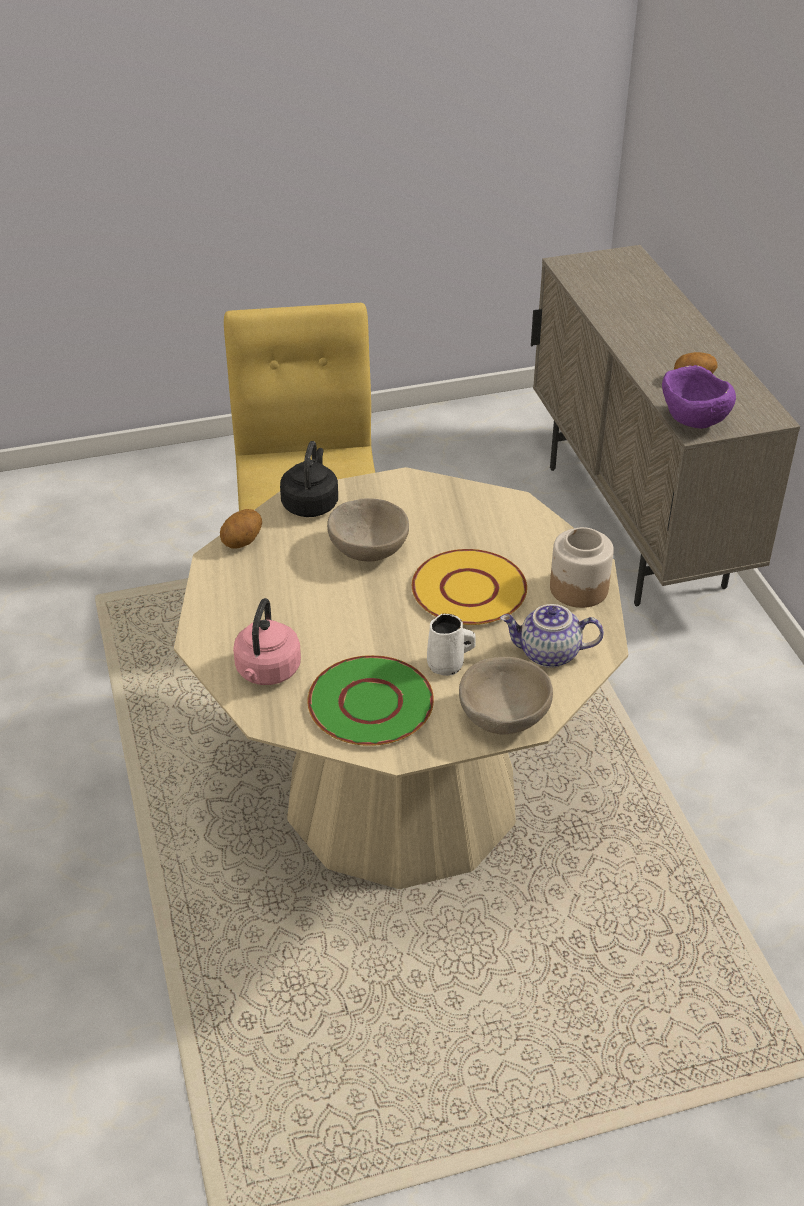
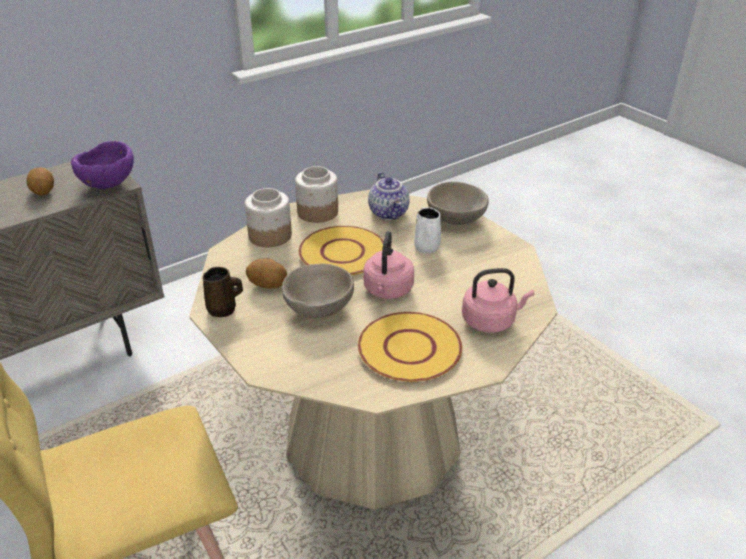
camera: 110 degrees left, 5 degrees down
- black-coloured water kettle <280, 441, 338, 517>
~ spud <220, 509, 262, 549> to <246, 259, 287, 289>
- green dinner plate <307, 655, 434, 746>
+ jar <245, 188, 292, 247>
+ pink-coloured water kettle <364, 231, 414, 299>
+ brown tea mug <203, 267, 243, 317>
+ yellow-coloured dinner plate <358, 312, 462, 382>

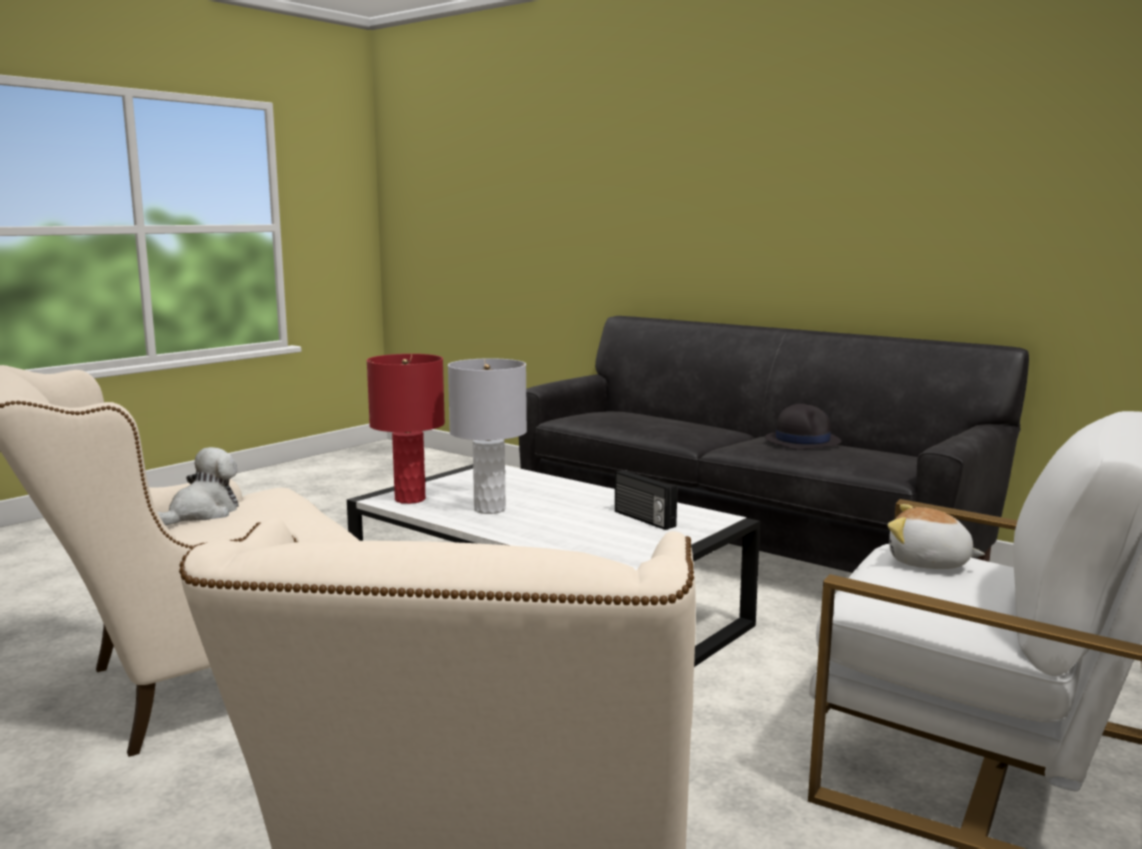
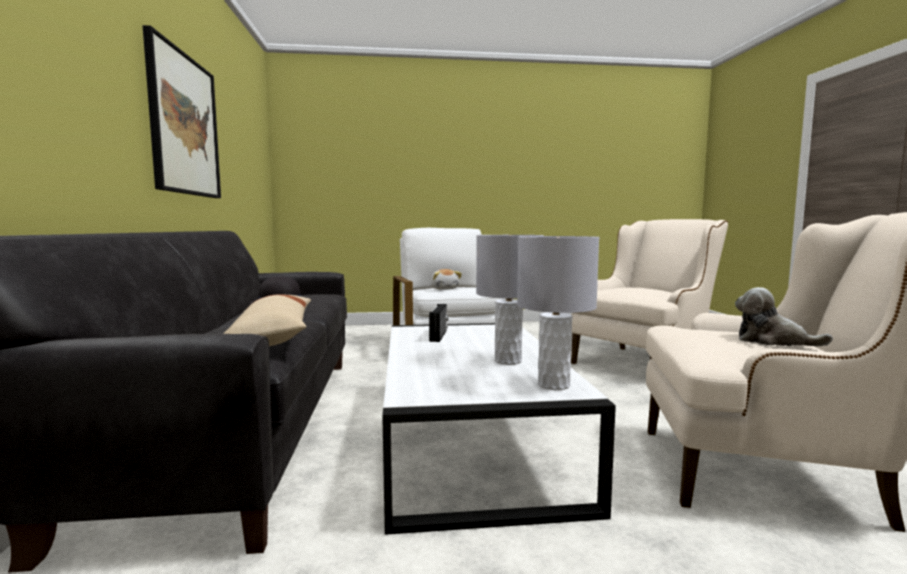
camera: 135 degrees left, 5 degrees down
~ reddish lamp for a table <367, 354, 445, 504> to grey lamp for a table <517, 236, 599, 390>
~ cuddly toy <157, 447, 238, 525> = <735, 287, 833, 346> 45 degrees clockwise
+ wall picture <142, 25, 221, 198>
+ sand-coloured throw pillow <223, 294, 311, 346>

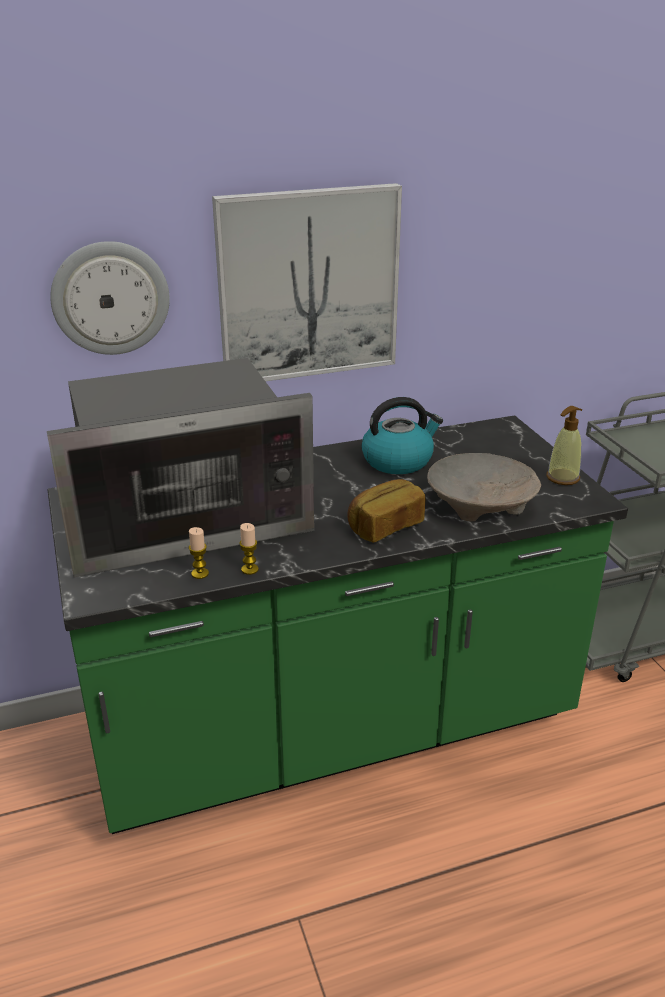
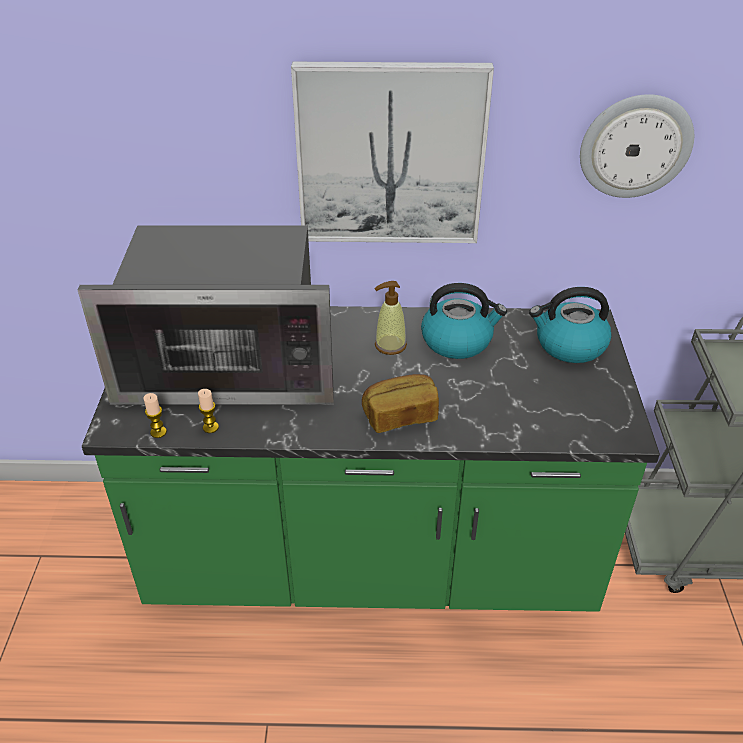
camera: 20 degrees right, 10 degrees up
~ hanging clock <50, 241, 170, 355> to <580, 94, 694, 198>
~ soap dispenser <546, 406, 582, 485> to <374, 281, 407, 355>
- sand-coloured bowl <427, 453, 541, 522>
~ wax candle <239, 523, 259, 575> to <143, 393, 167, 438>
+ water kettle <529, 287, 612, 363>

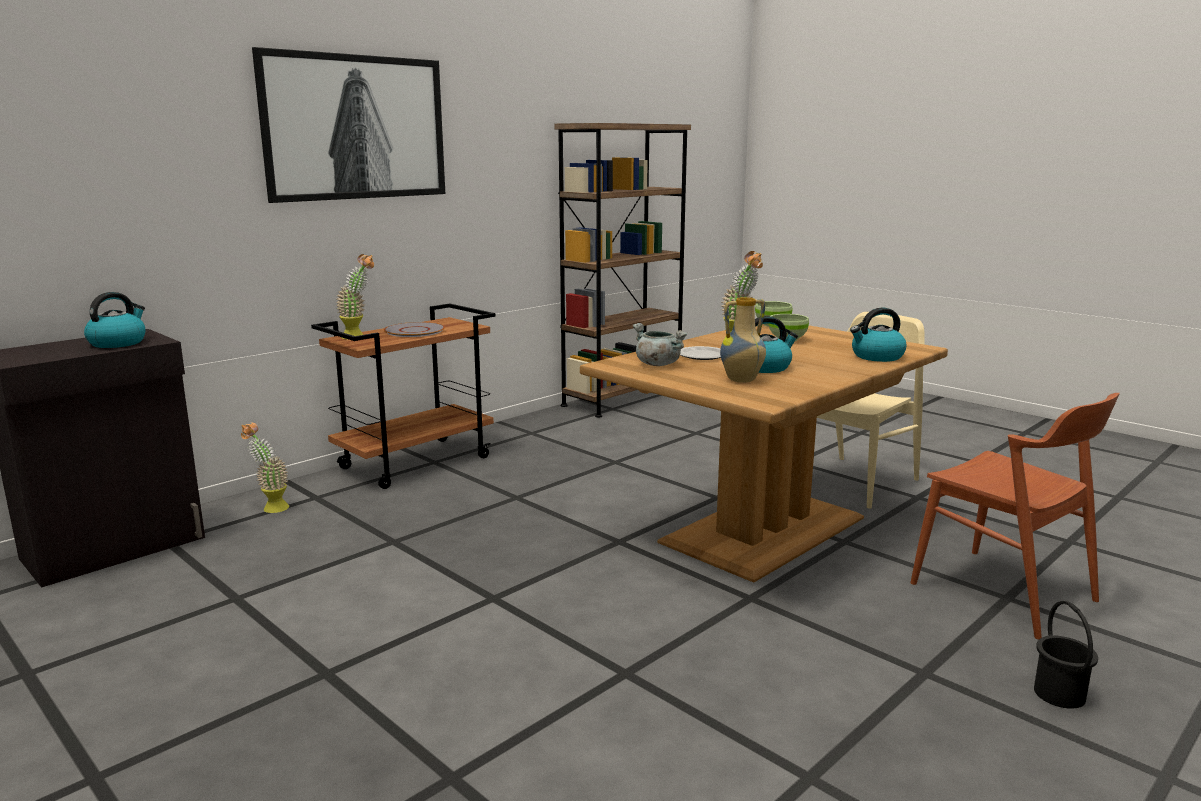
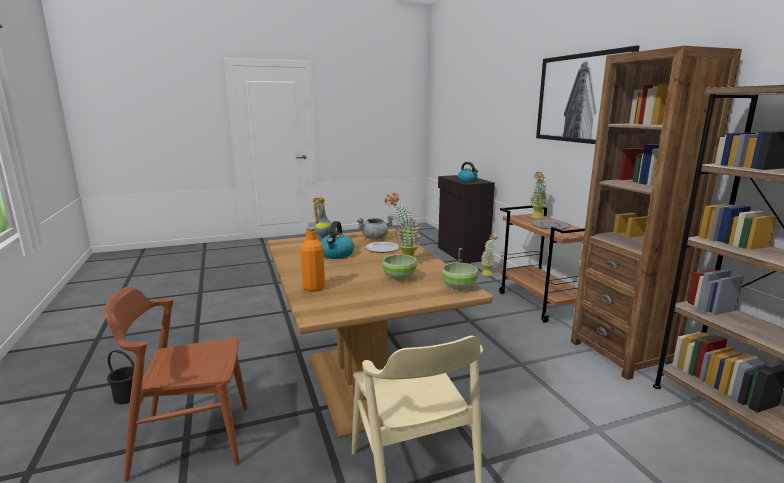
camera: 115 degrees right, 0 degrees up
~ water kettle <850, 308, 906, 362> to orange-coloured beverage bottle <300, 227, 325, 292>
+ brown bookshelf <571, 46, 742, 380>

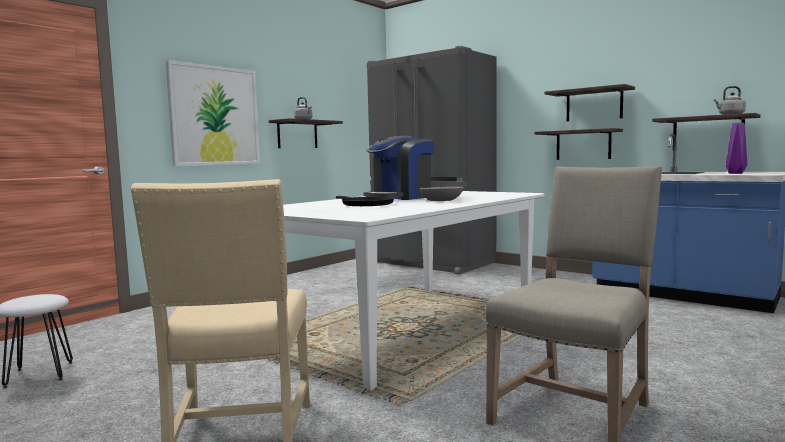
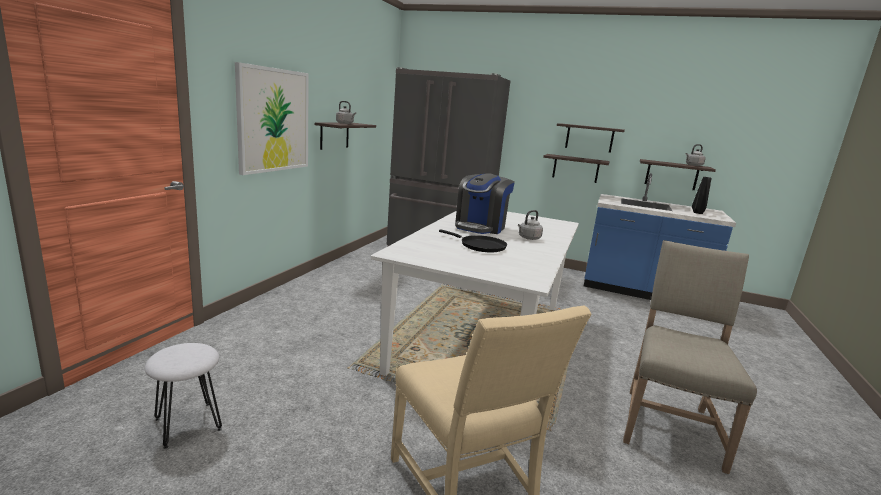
camera: 20 degrees left, 10 degrees up
~ purple-coloured vase <726, 123, 747, 174> to black-coloured vase <692, 177, 711, 214>
~ grey bowl <420, 187, 464, 201> to grey water kettle <518, 210, 543, 240>

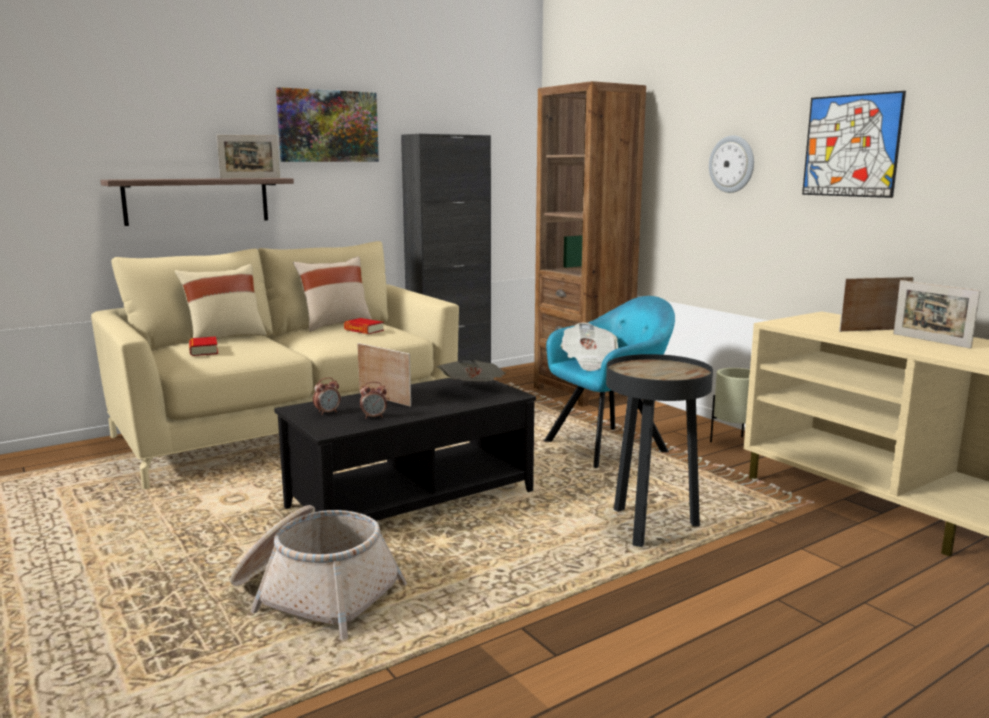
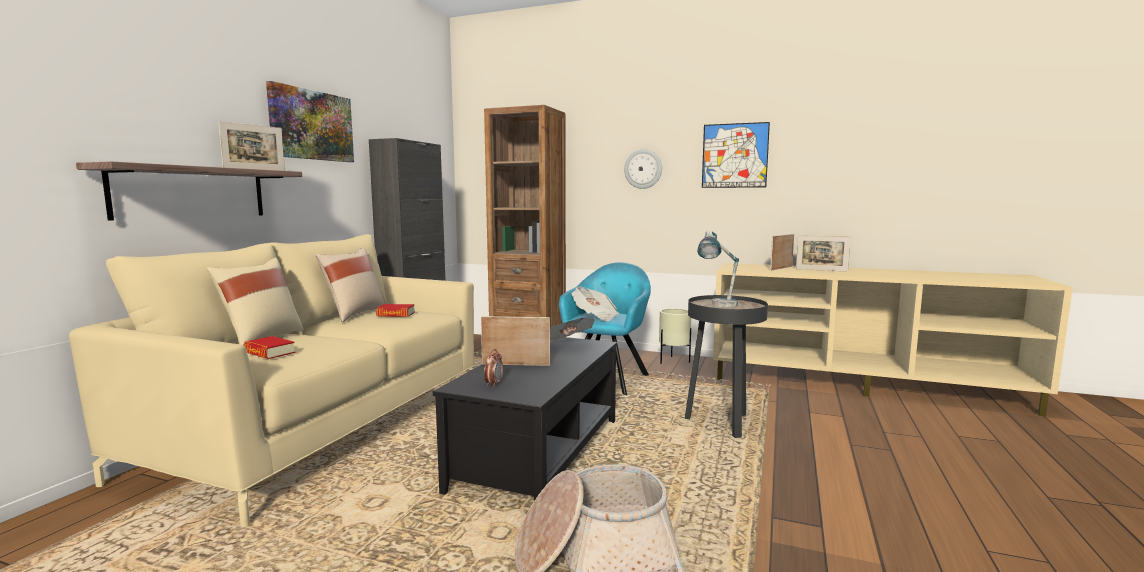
camera: 35 degrees left, 5 degrees down
- table clock <360, 382, 387, 419>
+ lamp for a table <697, 230, 739, 307>

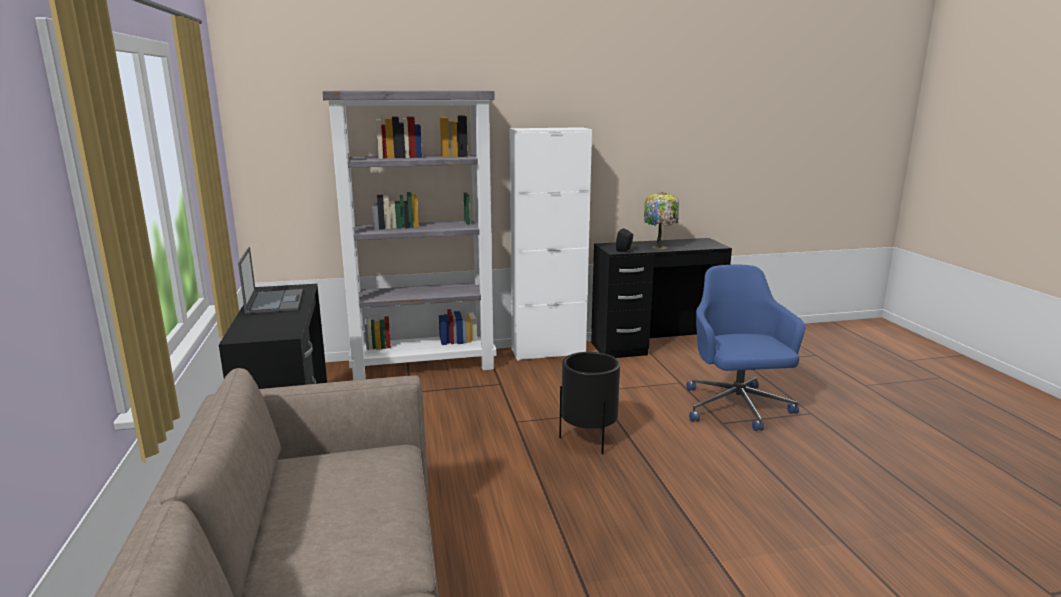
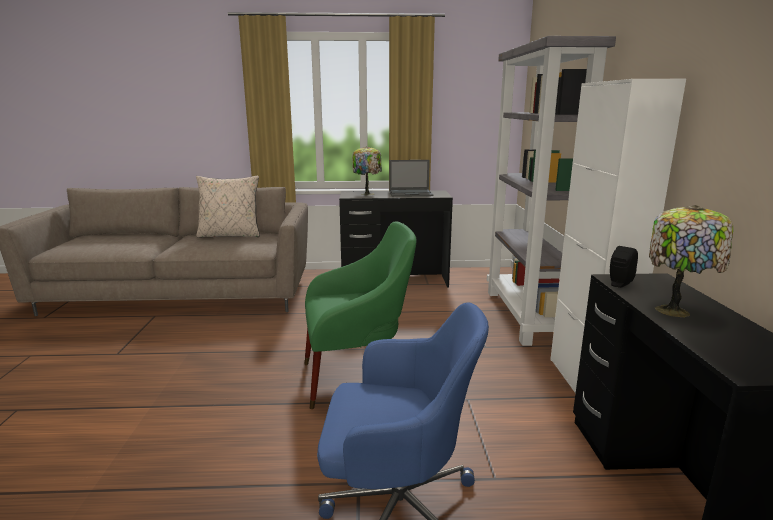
camera: 100 degrees right, 0 degrees up
~ black-coloured plant pot <559, 352, 620, 454> to green lounge chair <304, 221, 416, 409>
+ lamp for a table <352, 146, 382, 196>
+ sand-coloured throw pillow <196, 176, 260, 238>

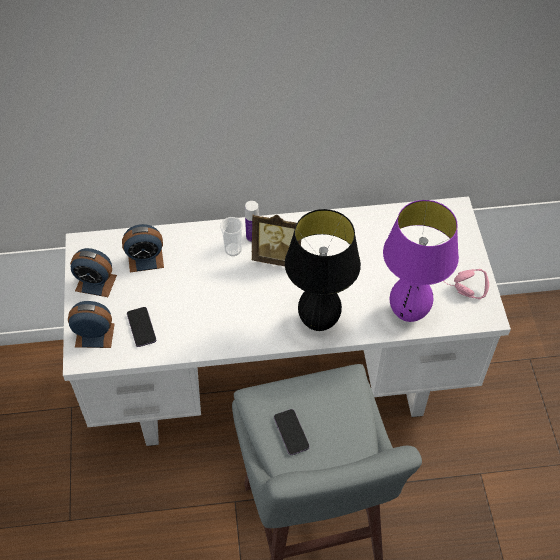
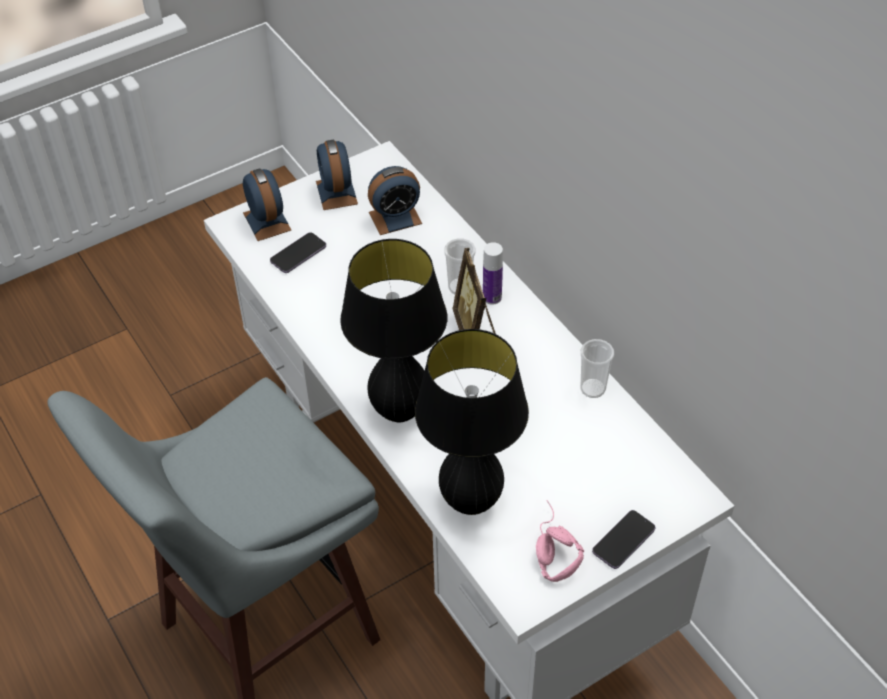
camera: 65 degrees right, 5 degrees down
~ purple-coloured lamp for a table <383, 200, 459, 322> to black-coloured lamp for a table <415, 329, 529, 515>
~ table clock <122, 224, 164, 273> = <368, 166, 422, 235> 75 degrees counterclockwise
~ handset <274, 409, 310, 455> to <592, 510, 655, 569>
+ drinking cup <580, 339, 614, 398>

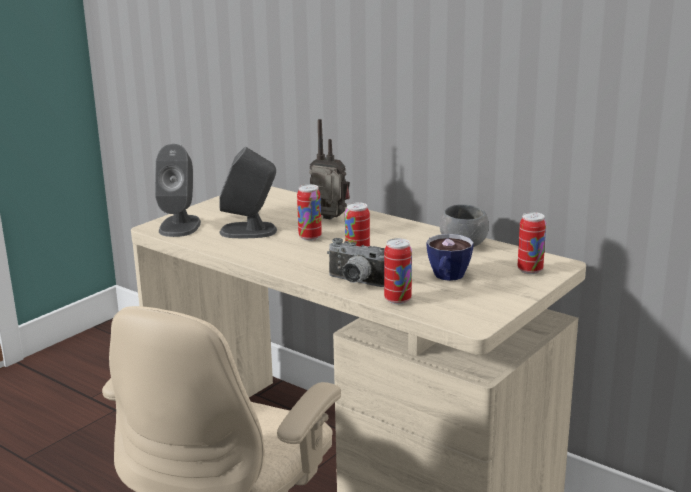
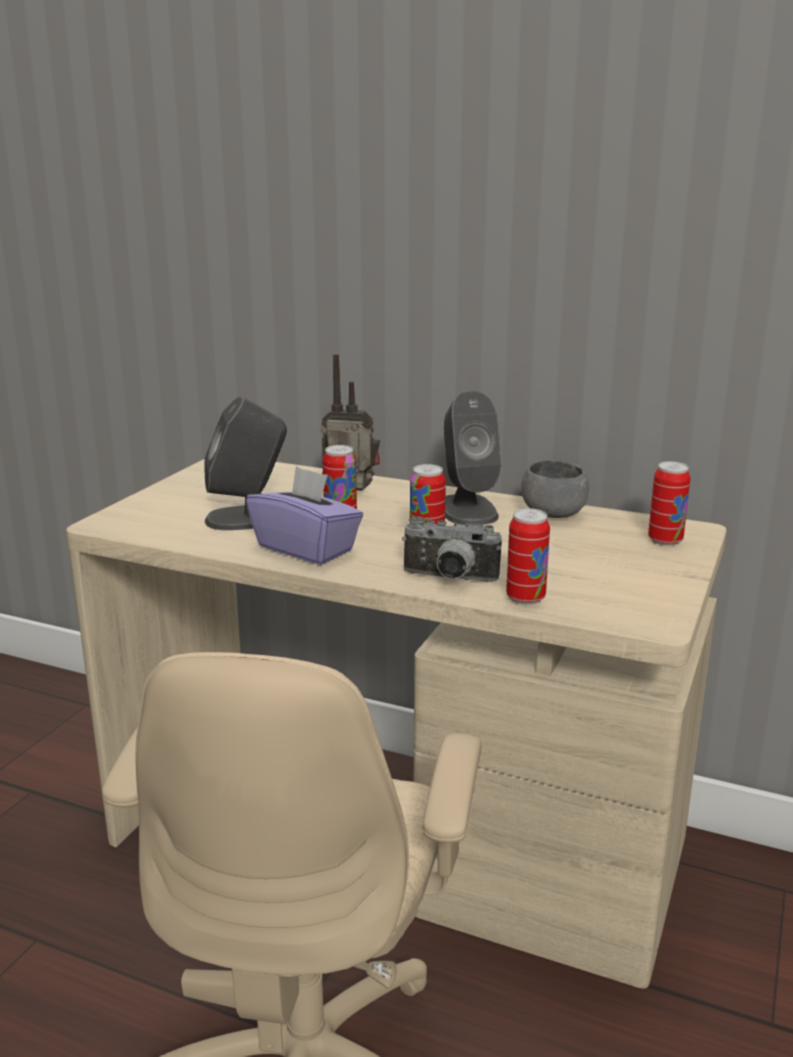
camera: 15 degrees left, 0 degrees up
~ grey speaker <155, 144, 201, 237> to <444, 391, 502, 525>
- drinking cup <426, 234, 474, 281>
+ purple-coloured tissue holder <246, 466, 363, 565>

